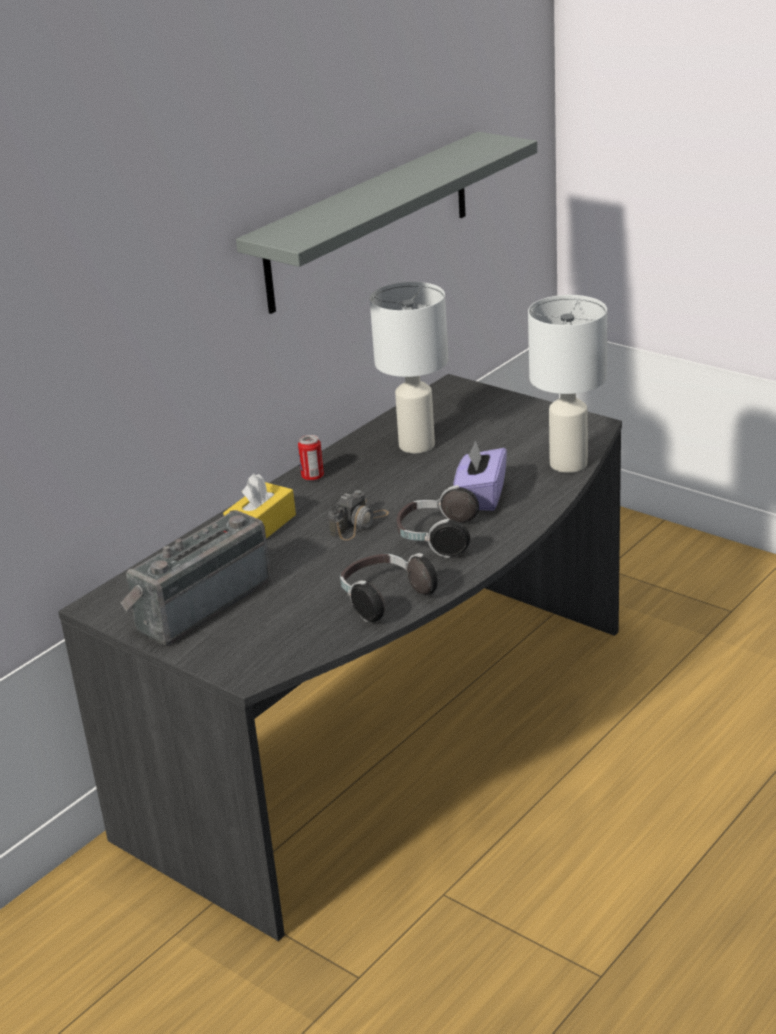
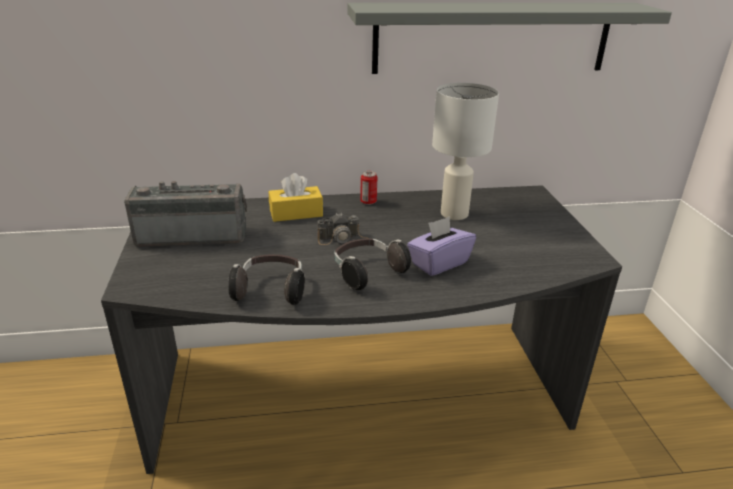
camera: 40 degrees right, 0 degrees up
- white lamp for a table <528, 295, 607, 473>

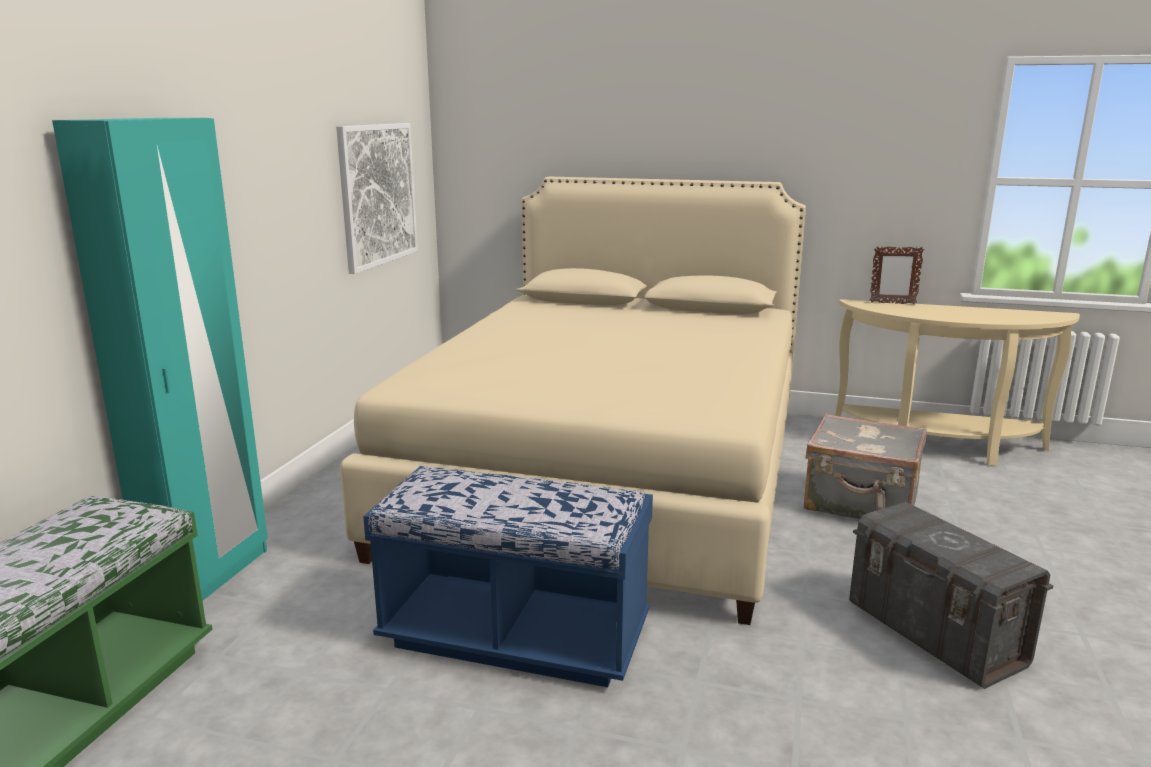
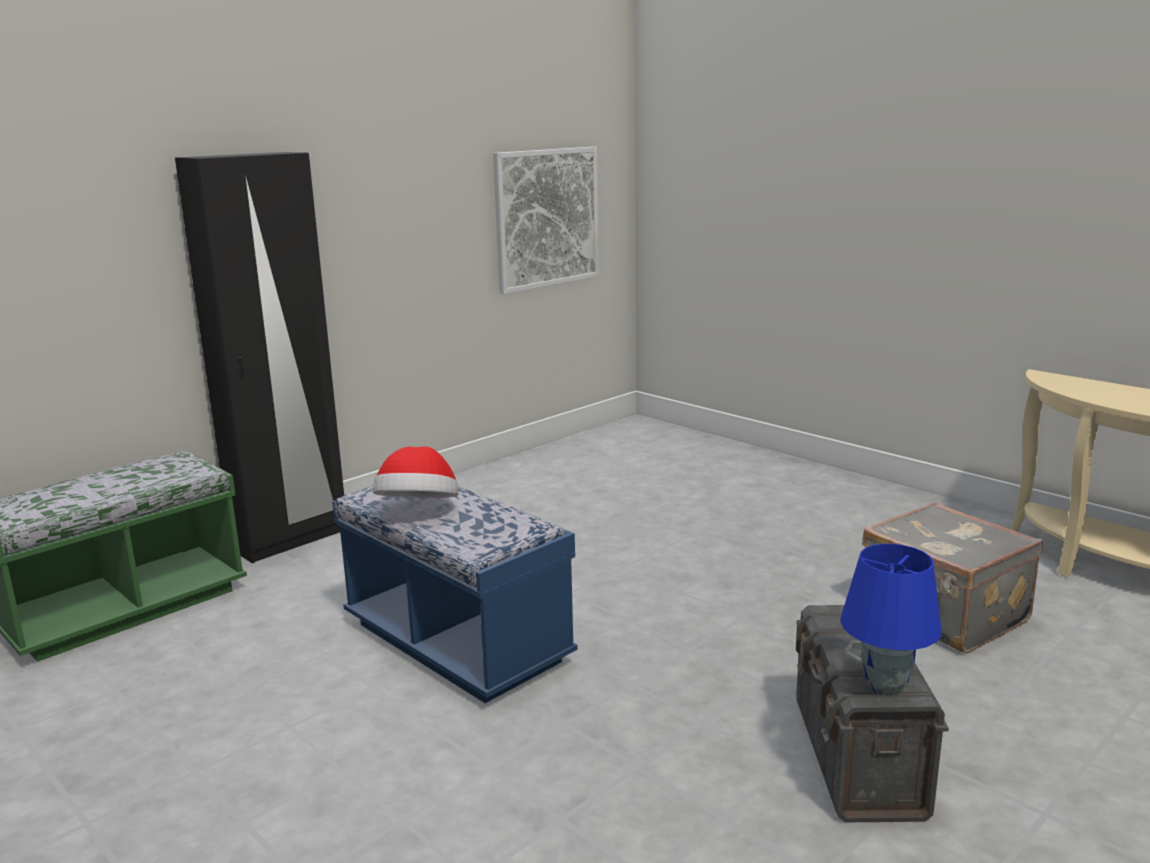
camera: 30 degrees right, 0 degrees up
~ turquoise armoire <52, 118, 268, 601> to black-coloured armoire <175, 152, 344, 563>
- sand-coloured bed <340, 176, 806, 625>
- picture frame <870, 246, 924, 304>
+ hat <373, 447, 459, 498>
+ blue-coloured lamp for a table <840, 544, 941, 696>

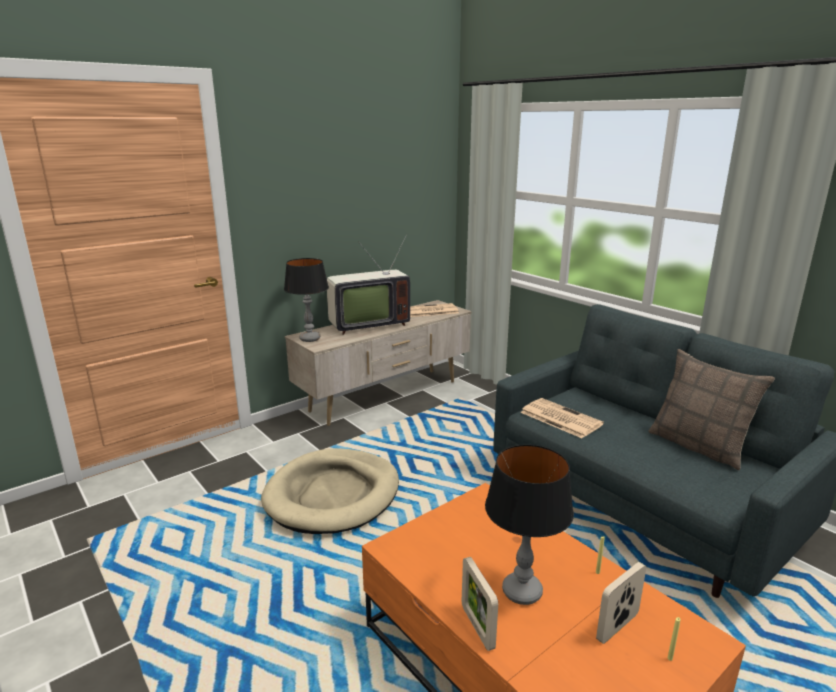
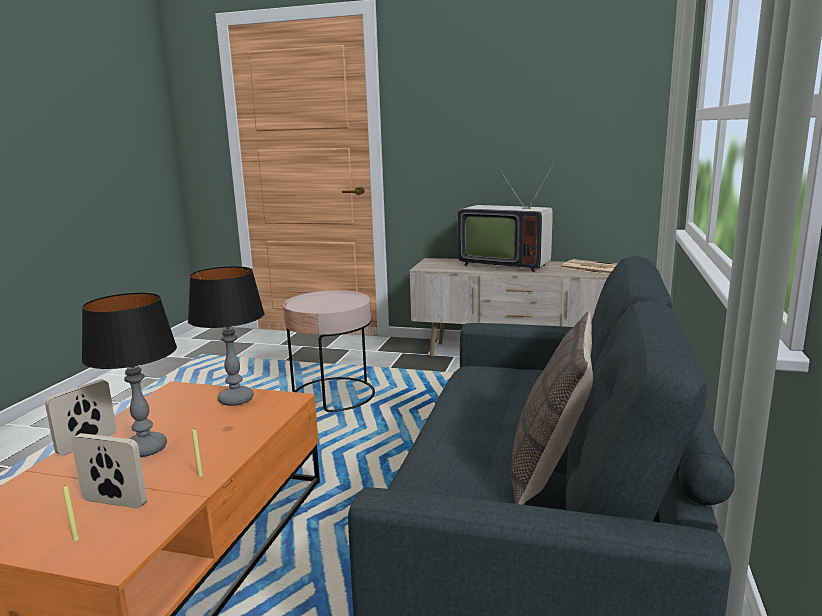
camera: 55 degrees right, 5 degrees down
~ lamp for a table <284, 258, 329, 342> to <187, 266, 265, 406>
- newspaper <520, 398, 604, 438>
~ sand-coloured dog bed <261, 448, 399, 534> to pink-coloured side table <283, 291, 375, 412>

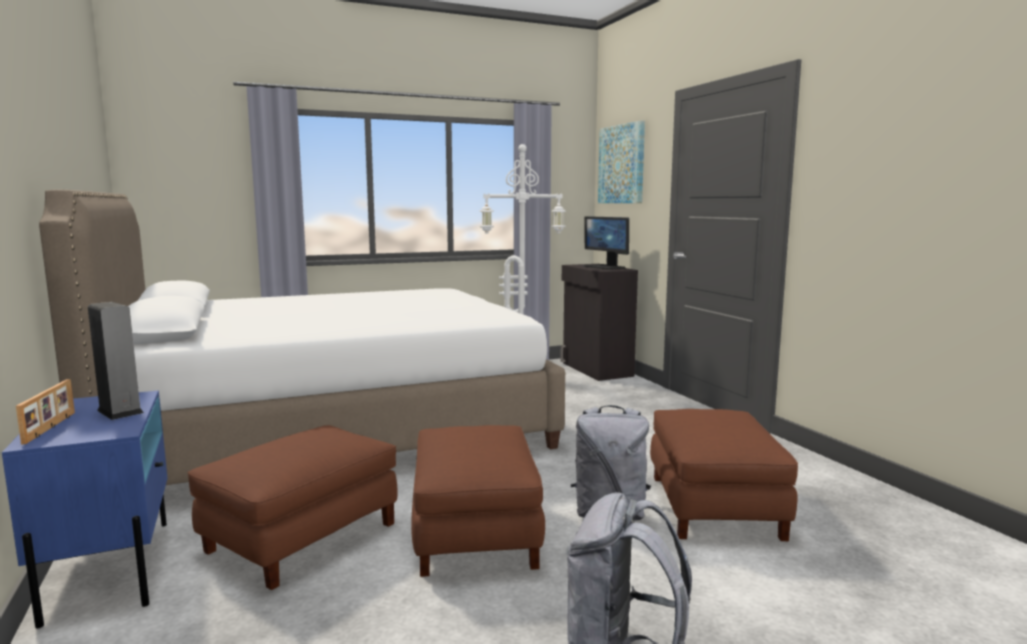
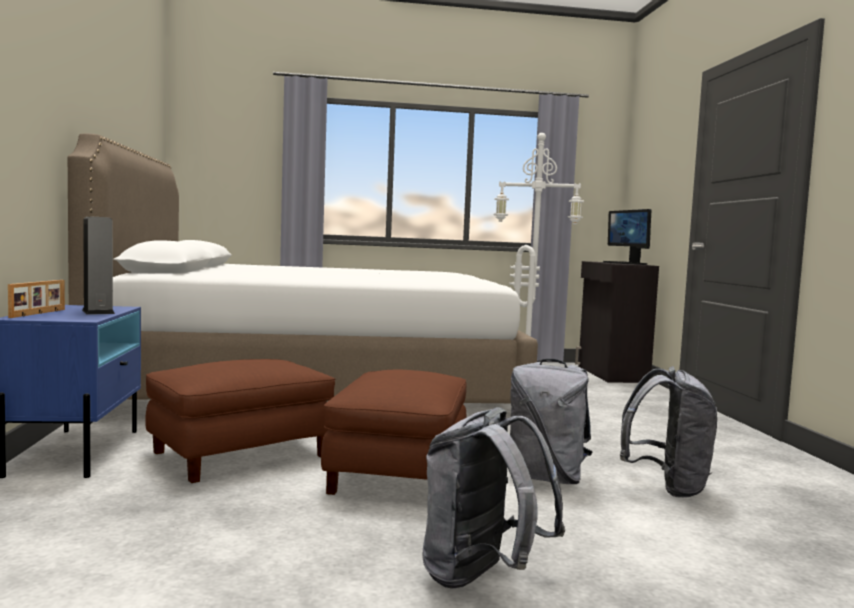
camera: 15 degrees right, 5 degrees down
- wall picture <598, 121, 645, 203>
~ brown ottoman <650, 409, 798, 541> to grey knapsack <620, 366, 717, 498>

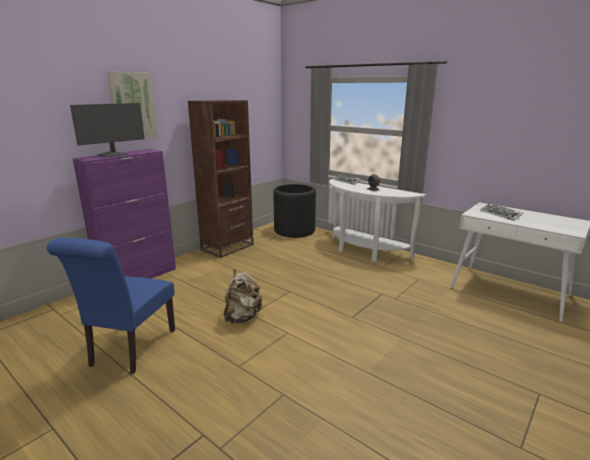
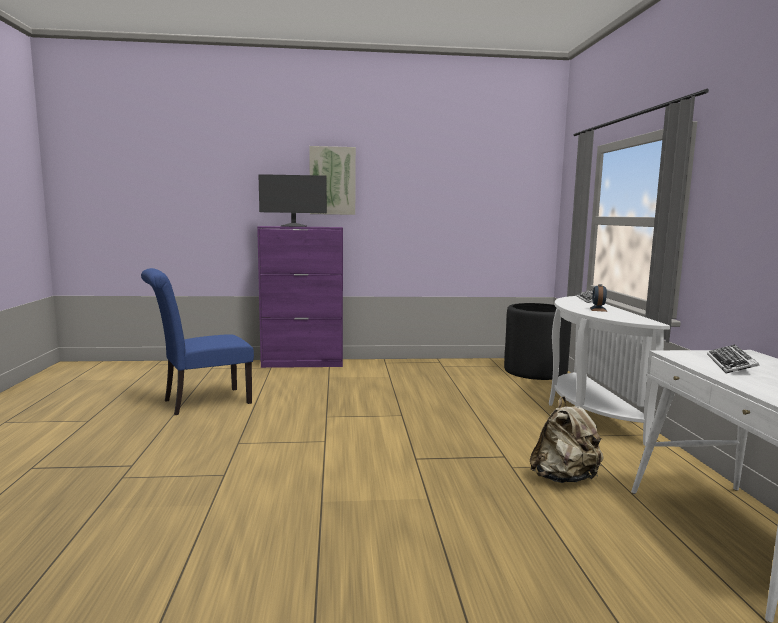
camera: 45 degrees right, 10 degrees down
- brown bookshelf <188, 100, 254, 258>
~ sand-coloured knapsack <224, 269, 262, 324> to <530, 396, 604, 483>

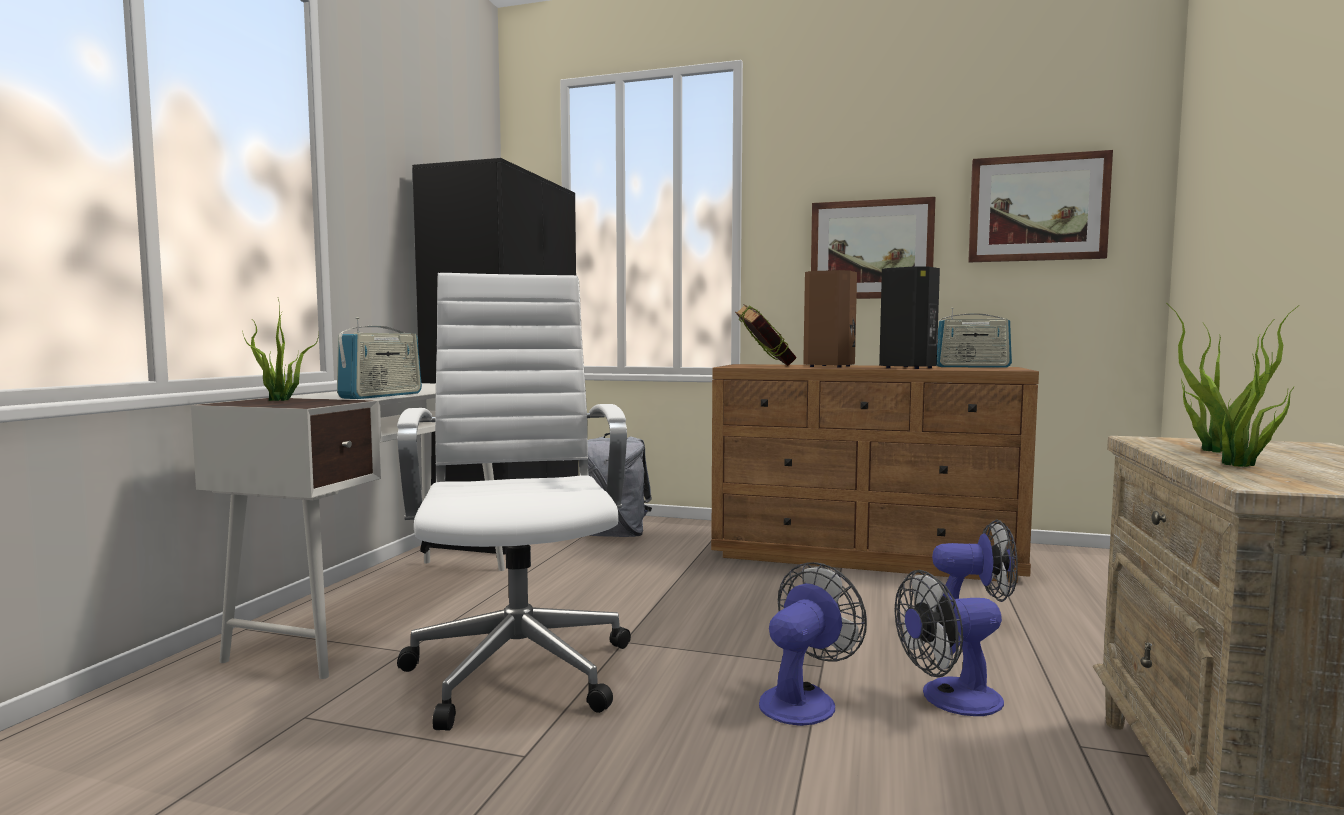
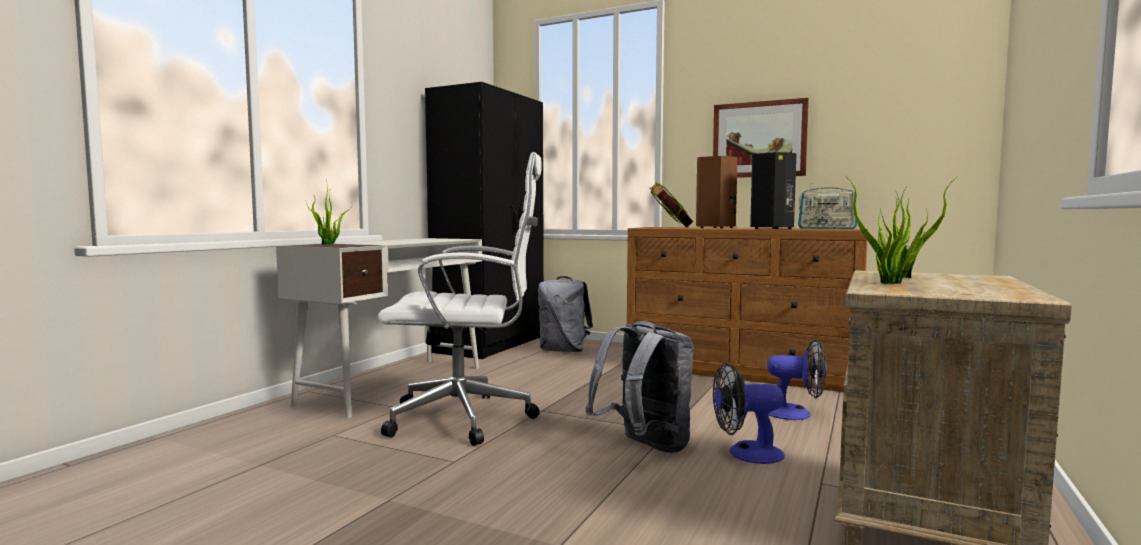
camera: 10 degrees right, 0 degrees up
- wall picture <968, 150, 1113, 262>
~ white desk chair <397, 273, 631, 731> = <378, 152, 542, 446> 90 degrees clockwise
- radio set <337, 317, 422, 399>
~ cooling fan <759, 562, 867, 726> to grey knapsack <585, 321, 694, 453>

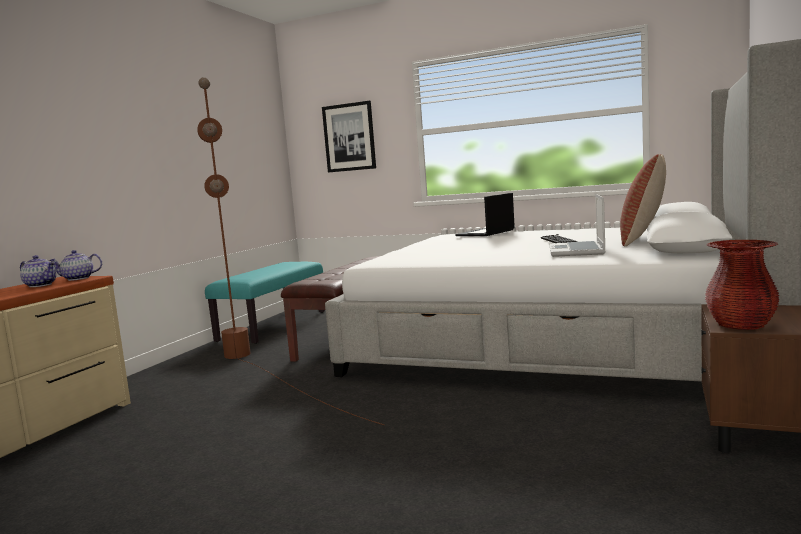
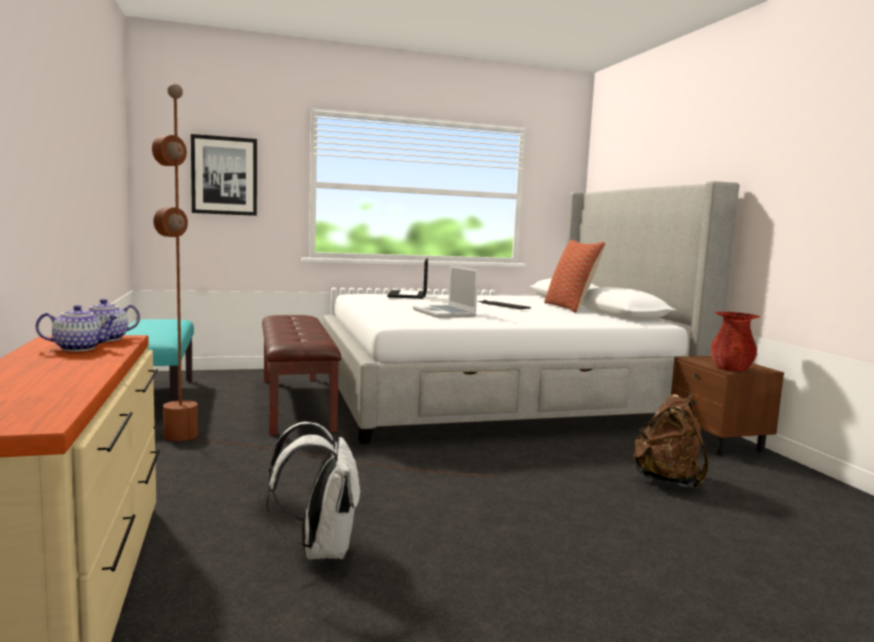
camera: 40 degrees left, 0 degrees up
~ laptop <549, 194, 606, 257> to <413, 265, 478, 318>
+ brown knapsack <632, 393, 709, 489>
+ white knapsack <266, 422, 361, 559>

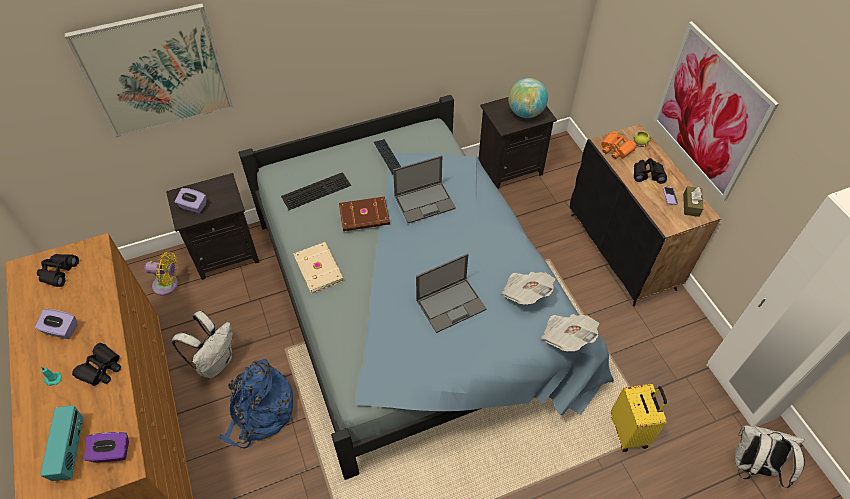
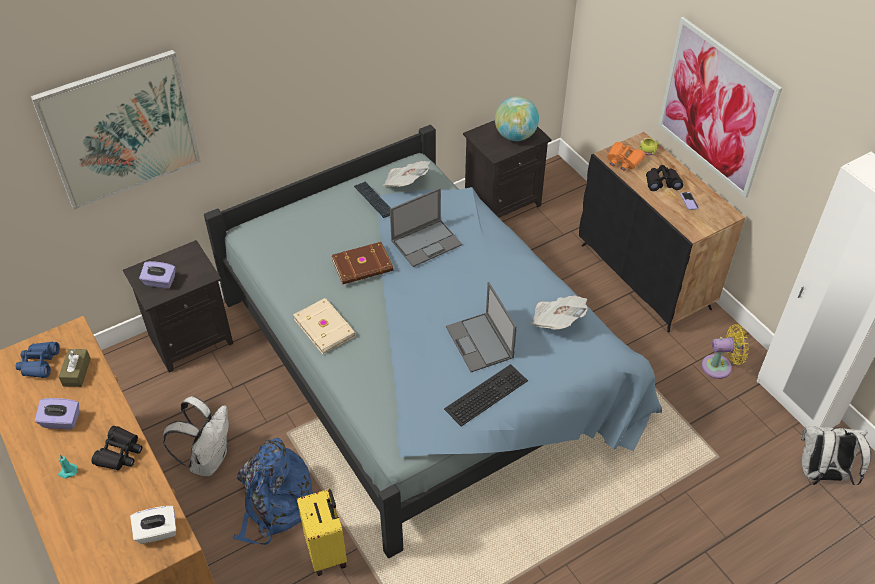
camera: 10 degrees left, 5 degrees down
~ PC keyboard <281, 172, 351, 210> to <444, 364, 528, 426>
~ brown tissue holder <683, 186, 703, 217> to <59, 349, 91, 387>
~ yellow-coloured cooling fan <145, 252, 178, 296> to <702, 324, 749, 379>
~ laptop <416, 253, 487, 333> = <446, 282, 517, 372> 105 degrees clockwise
~ black-coloured field glasses <37, 254, 79, 287> to blue-coloured field glasses <16, 342, 60, 378>
~ newspaper <541, 314, 599, 351> to <383, 161, 430, 187>
~ yellow-coloured travel case <611, 384, 667, 452> to <297, 489, 347, 576>
- radio set <40, 405, 83, 481>
~ purple-coloured tissue holder <84, 432, 129, 462> to white tissue holder <130, 506, 176, 544>

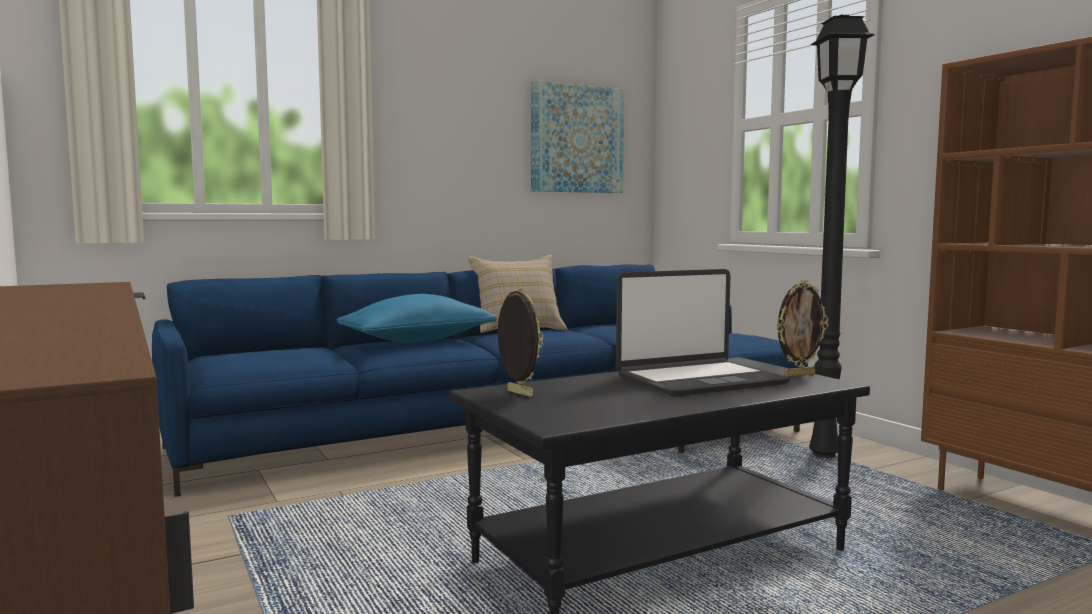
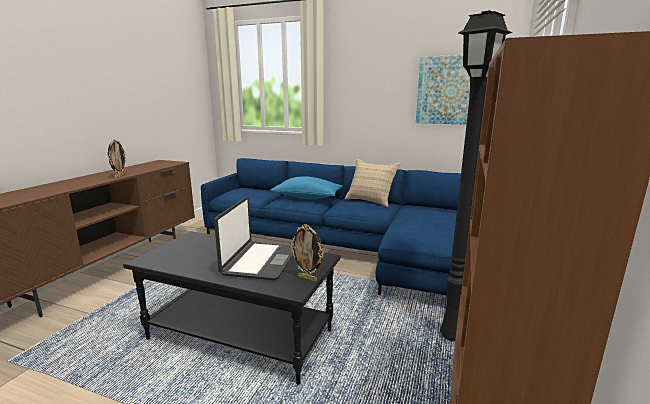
camera: 50 degrees right, 10 degrees up
~ laptop <616, 269, 790, 397> = <214, 197, 293, 280> 105 degrees counterclockwise
~ picture frame <498, 287, 543, 397> to <108, 139, 127, 178>

